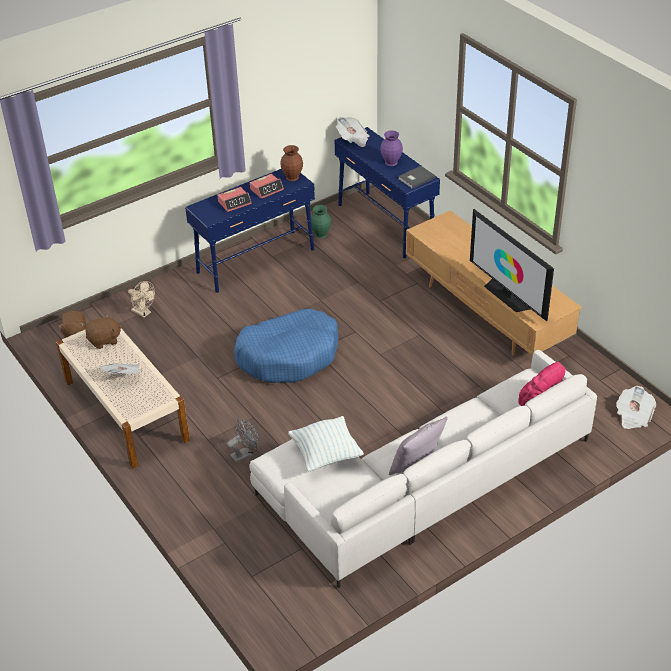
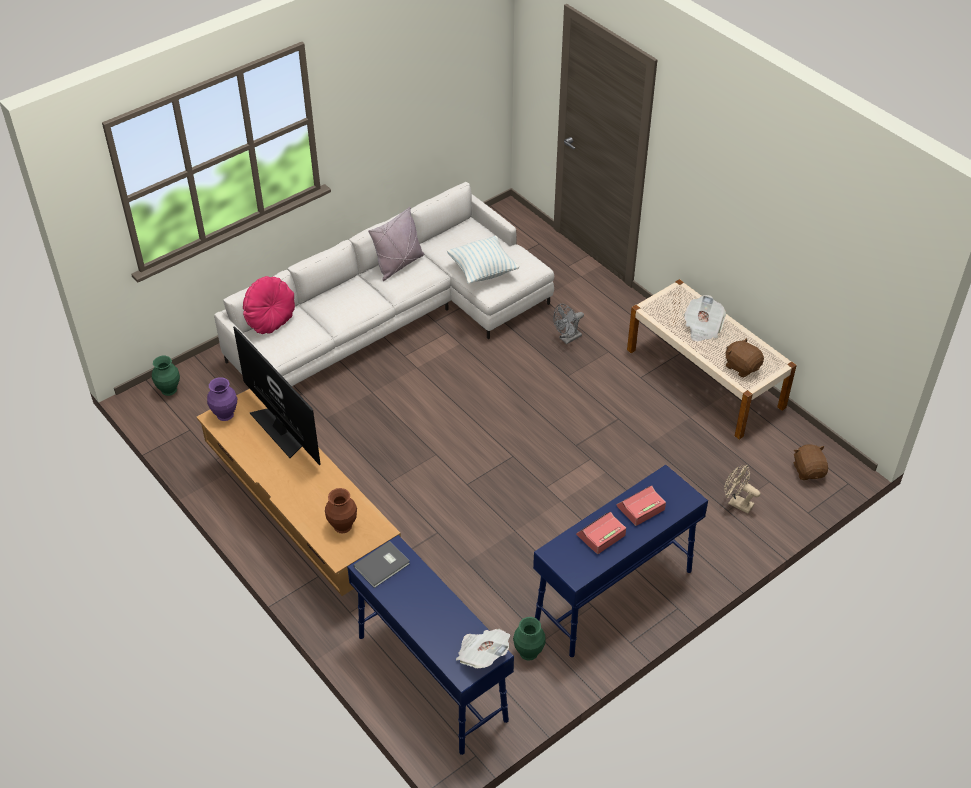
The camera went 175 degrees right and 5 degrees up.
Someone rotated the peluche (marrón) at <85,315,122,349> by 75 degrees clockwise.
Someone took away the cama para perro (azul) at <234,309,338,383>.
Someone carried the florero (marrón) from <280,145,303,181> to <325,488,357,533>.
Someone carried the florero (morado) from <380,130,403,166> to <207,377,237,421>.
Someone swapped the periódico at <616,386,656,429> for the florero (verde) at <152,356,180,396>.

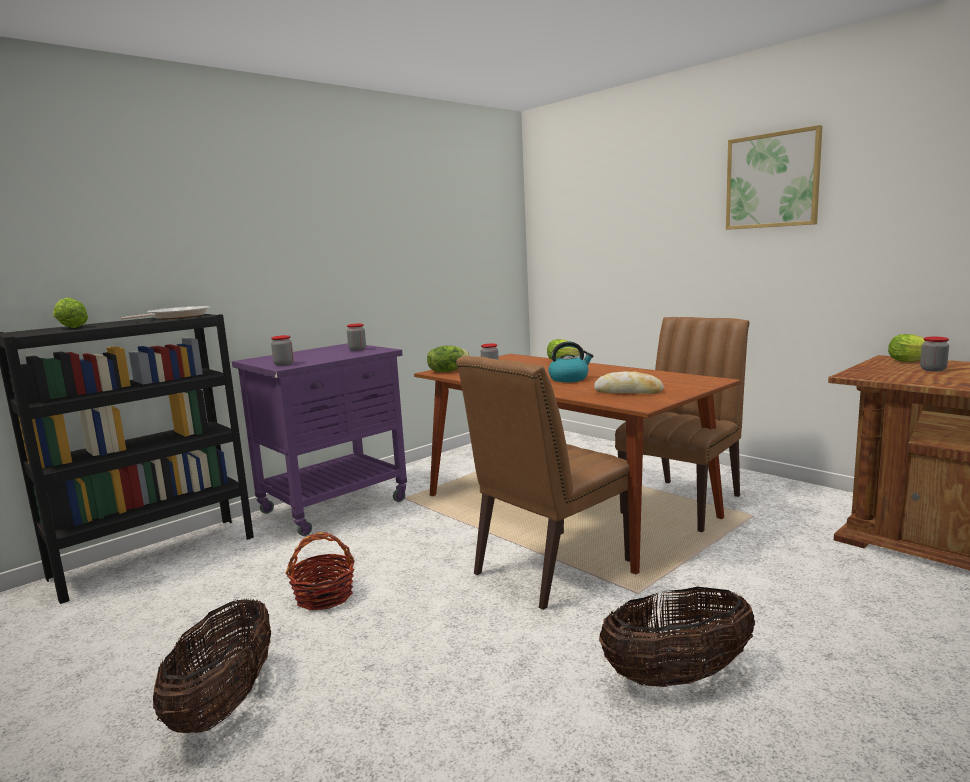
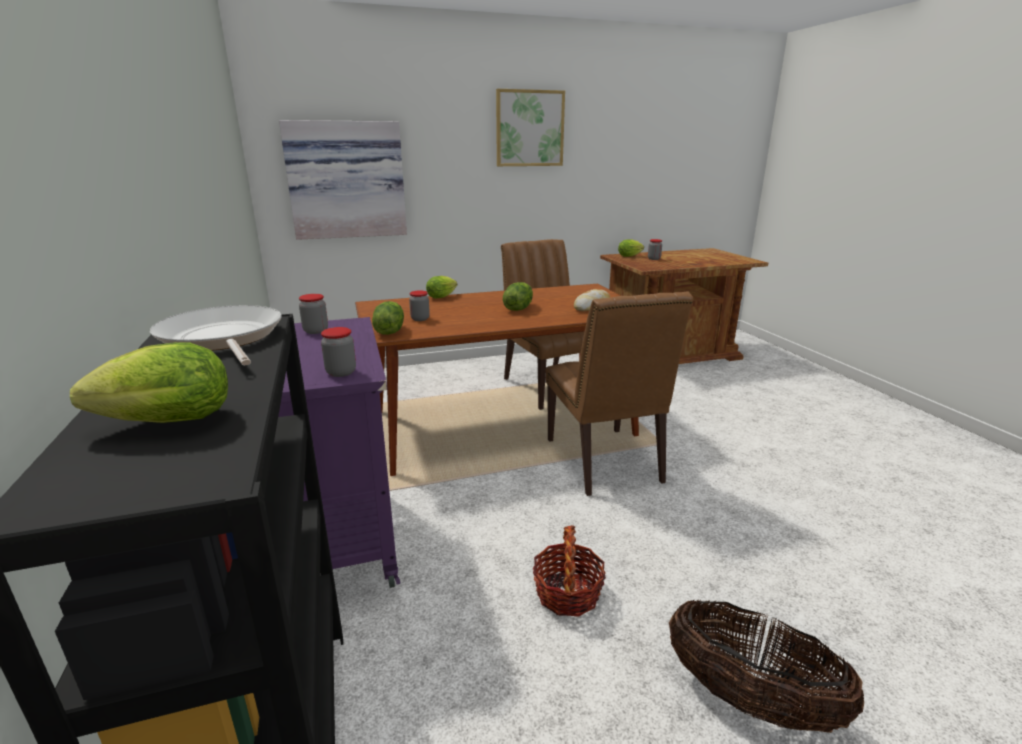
The camera went 65 degrees left and 10 degrees up.
Someone swapped the hervidor at <548,341,594,382> for the lechuga at <503,282,533,311>.
Someone took away the cesta at <599,587,755,687>.
Someone put up the cuadro at <279,120,407,240>.

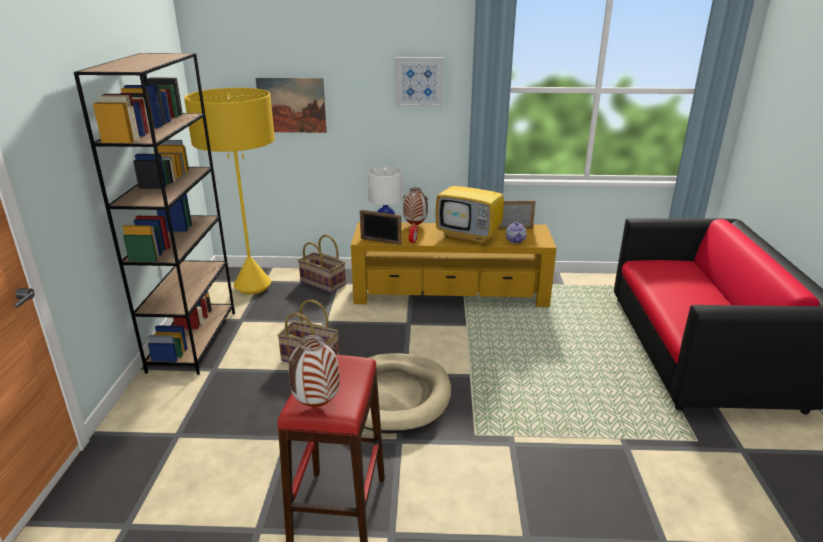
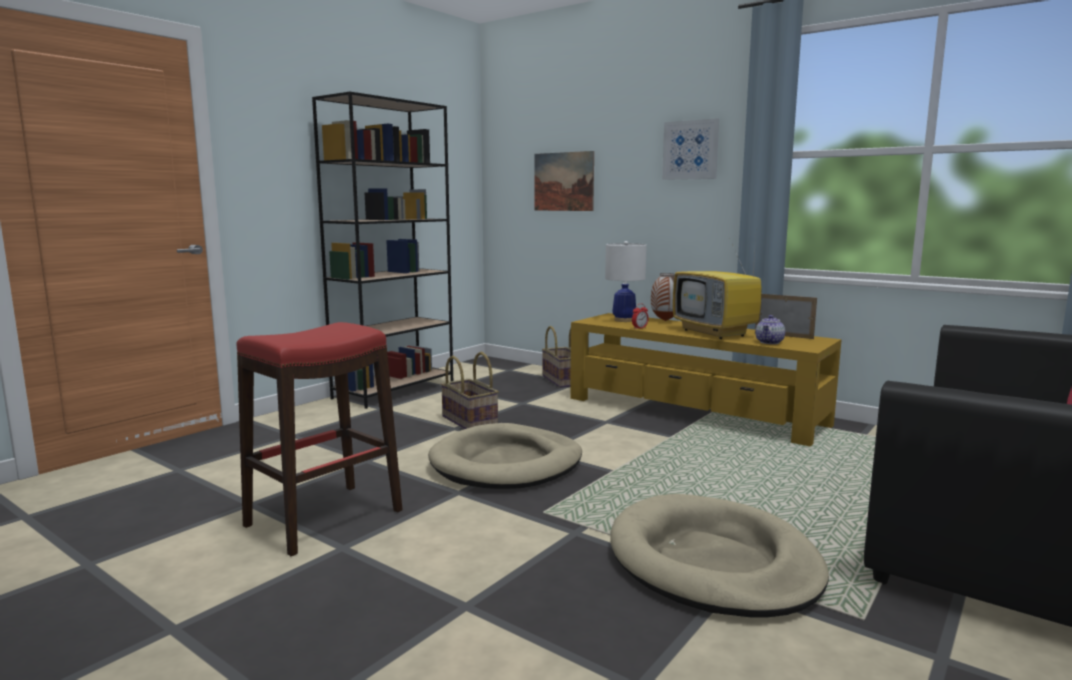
The camera went 35 degrees right and 15 degrees down.
Someone took away the lámpara de pie (amarillo) at <184,88,275,295>.
Someone took away the florero at <289,335,340,407>.
Someone took away the portarretratos at <360,210,401,245>.
Someone put down the cama para perro (beis) at <610,494,829,617>.

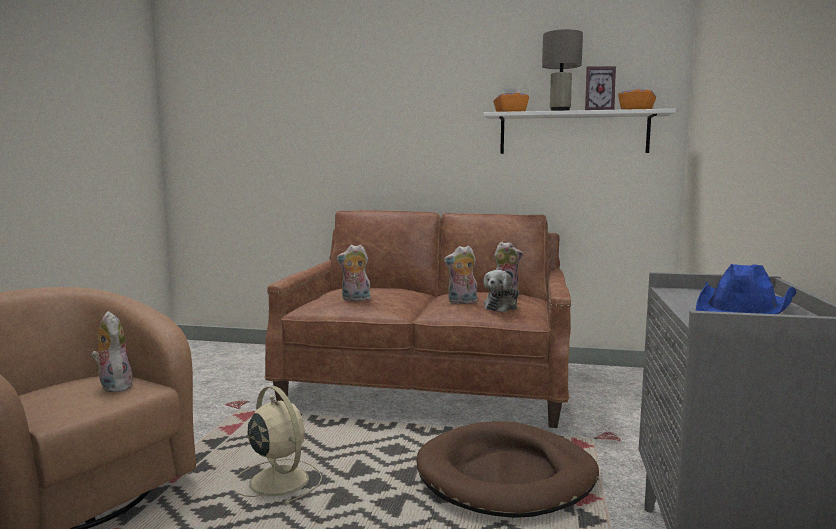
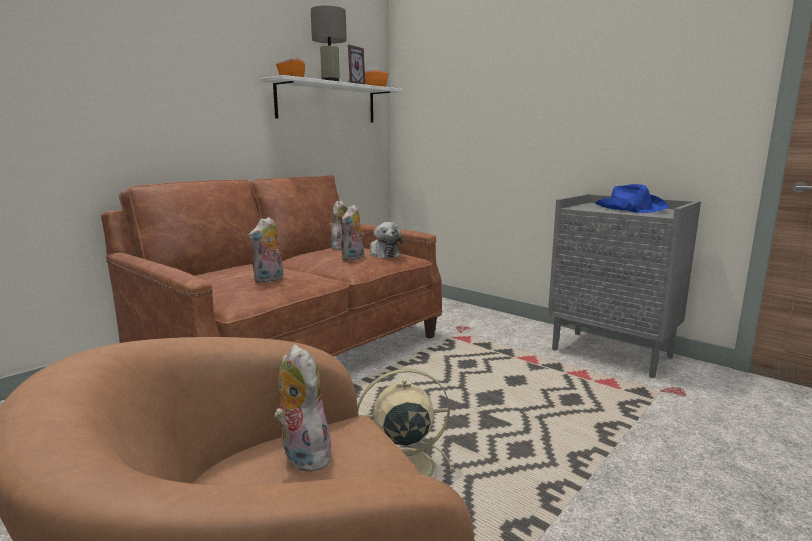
The camera went 60 degrees left and 5 degrees up.
Someone rotated the peluche at <91,311,133,393> by 60 degrees clockwise.
Someone took away the cama para perro (marrón) at <416,421,599,518>.

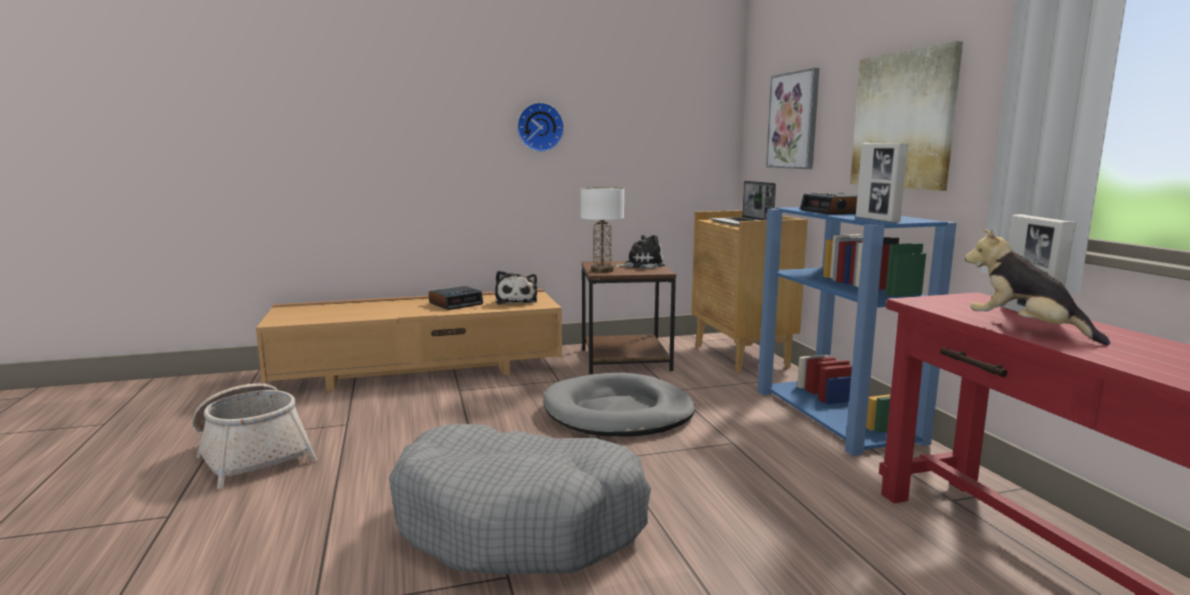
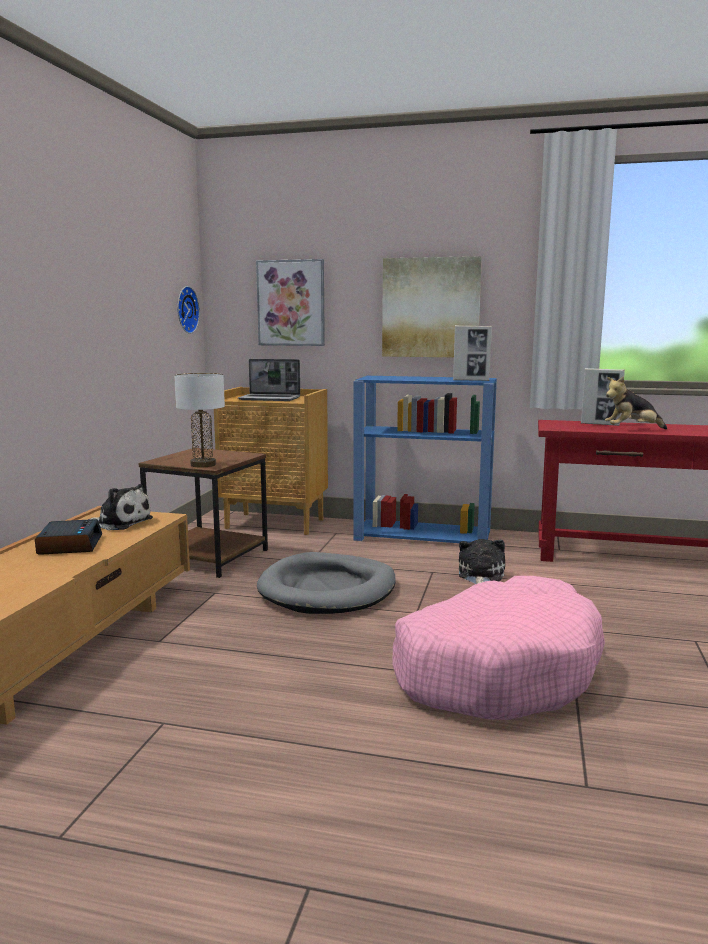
The camera went 60 degrees left and 0 degrees up.
Someone took away the cesta at <192,383,318,489>.
Someone repainted the cama para perro (gris) at <389,424,651,574>, which became the cama para perro (rosa) at <392,576,605,720>.
Someone carried the reloj de pared from <517,102,564,152> to <177,286,200,334>.
Someone carried the peluche from <615,235,665,268> to <459,539,505,584>.
Someone took away the despertador at <800,193,857,214>.

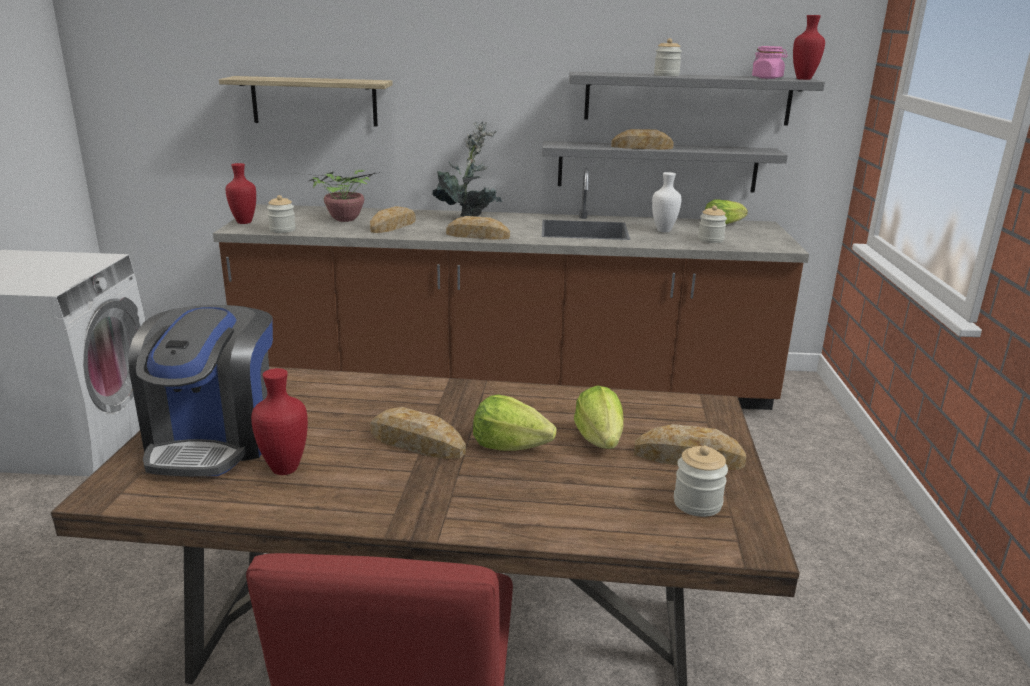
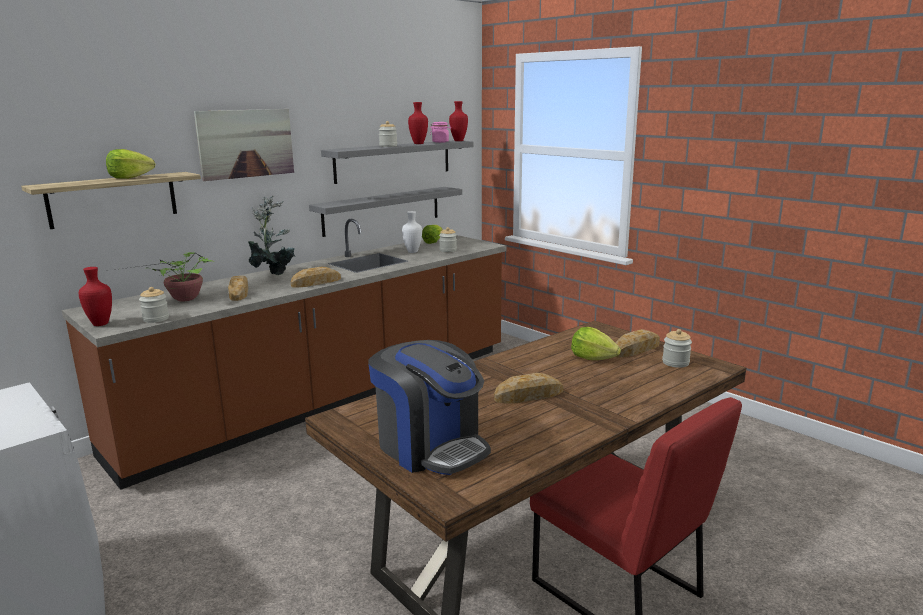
The camera went 45 degrees left and 5 degrees down.
Someone carried the florero (rojo) from <251,368,308,475> to <408,102,428,144>.
Someone carried the lechuga from <473,395,557,451> to <106,149,155,179>.
Someone took away the pan at <611,129,674,149>.
Someone put up the cuadro at <194,109,294,181>.

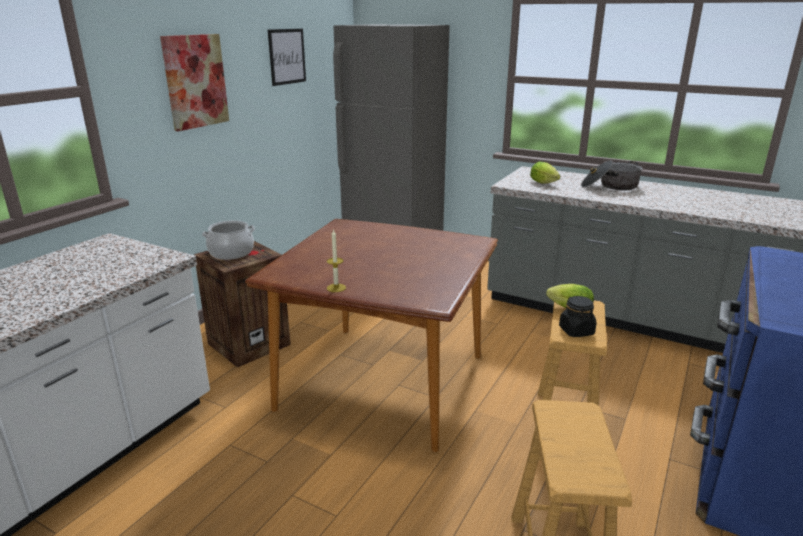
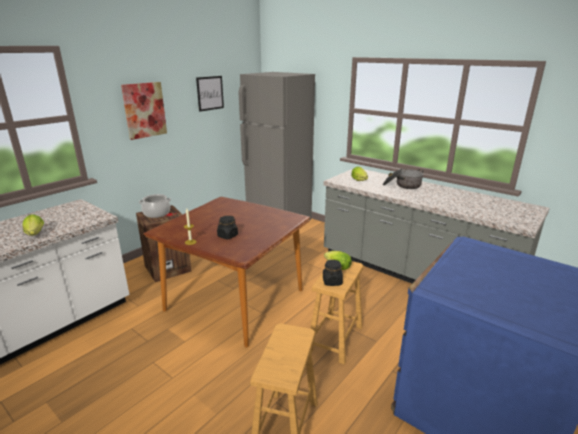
The camera went 10 degrees right and 0 degrees up.
Someone put down the lechuga at <22,215,44,236>.
Someone put down the tarro (negro) at <217,216,238,239>.

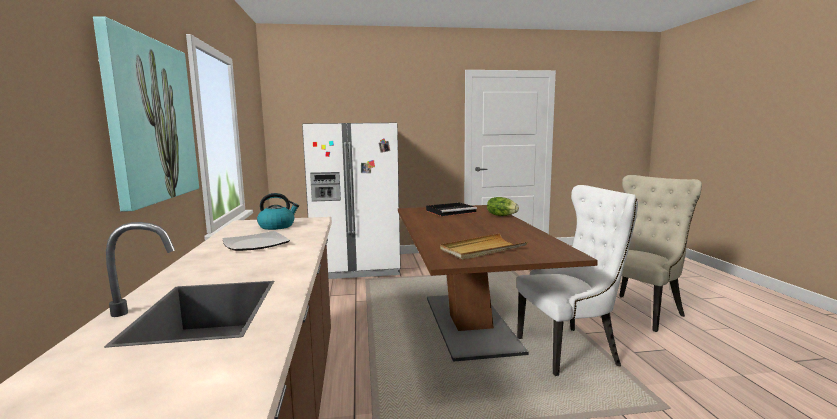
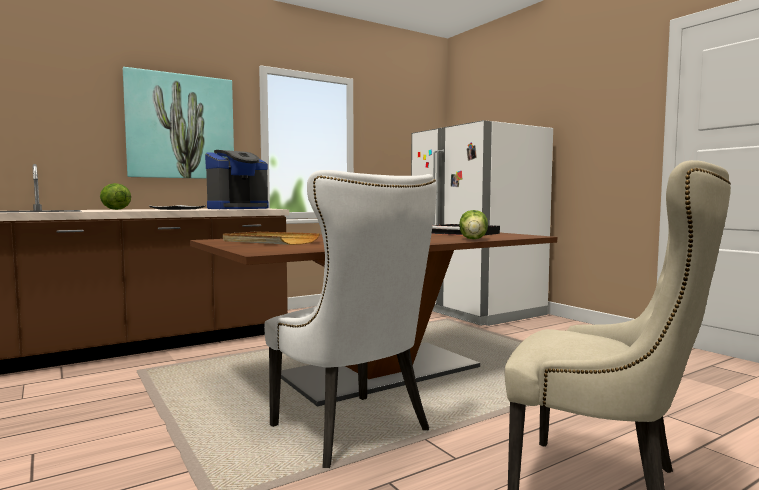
The camera went 65 degrees right and 5 degrees down.
Someone swapped the hervidor at <257,193,299,230> for the cafetera at <205,150,268,209>.
Someone put down the lechuga at <100,183,131,210>.

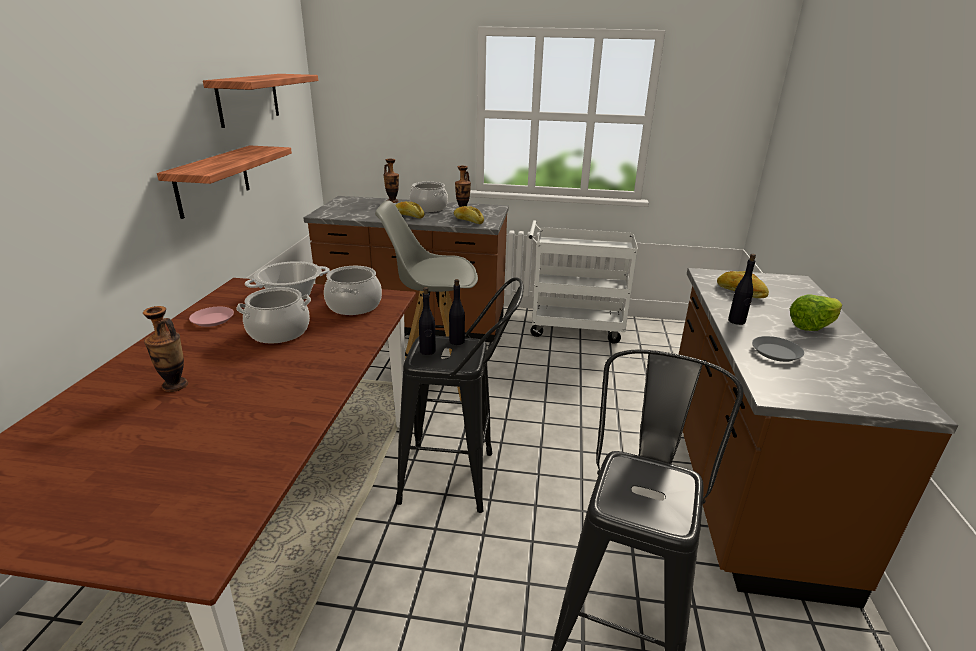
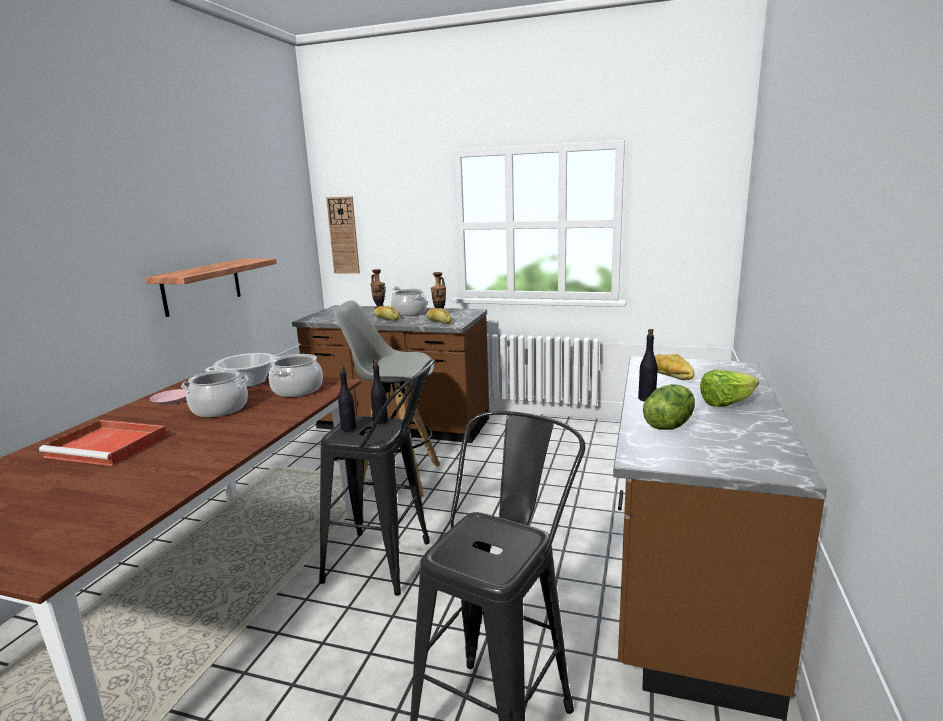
The camera went 10 degrees right and 10 degrees down.
Someone swapped the florero at <143,306,188,392> for the bandeja (rojo) at <39,420,167,466>.
Someone took away the estante at <203,74,318,128>.
Someone took away the carrito (blanco) at <529,220,638,344>.
Someone swapped the plato (gris) at <752,336,804,362> for the lechuga at <643,384,695,430>.
Someone put up the reloj de pared at <326,196,360,274>.

